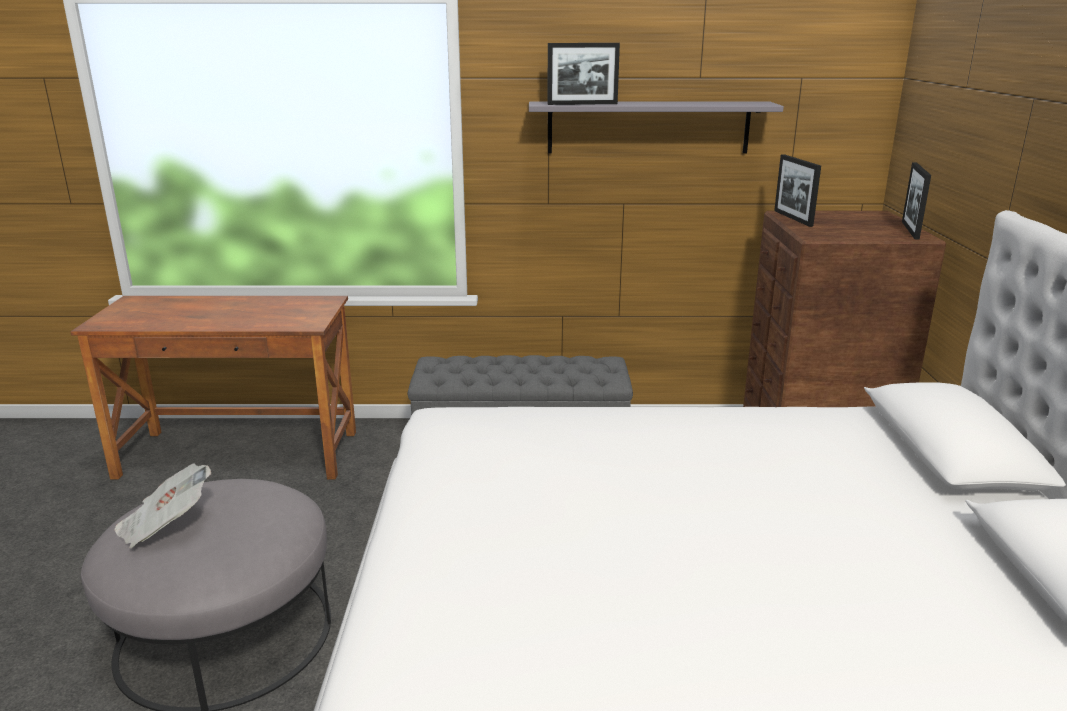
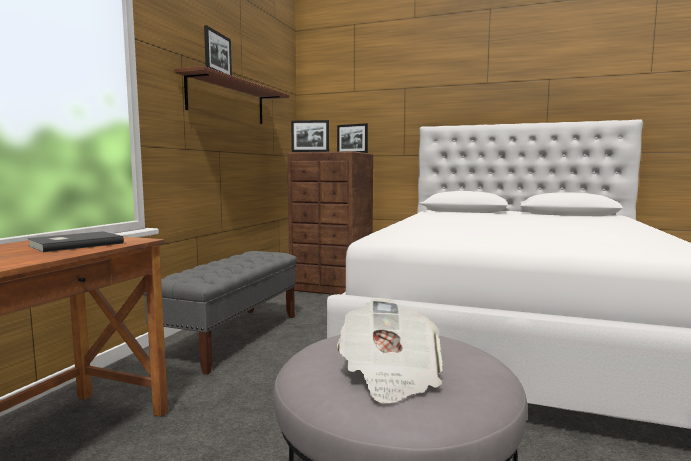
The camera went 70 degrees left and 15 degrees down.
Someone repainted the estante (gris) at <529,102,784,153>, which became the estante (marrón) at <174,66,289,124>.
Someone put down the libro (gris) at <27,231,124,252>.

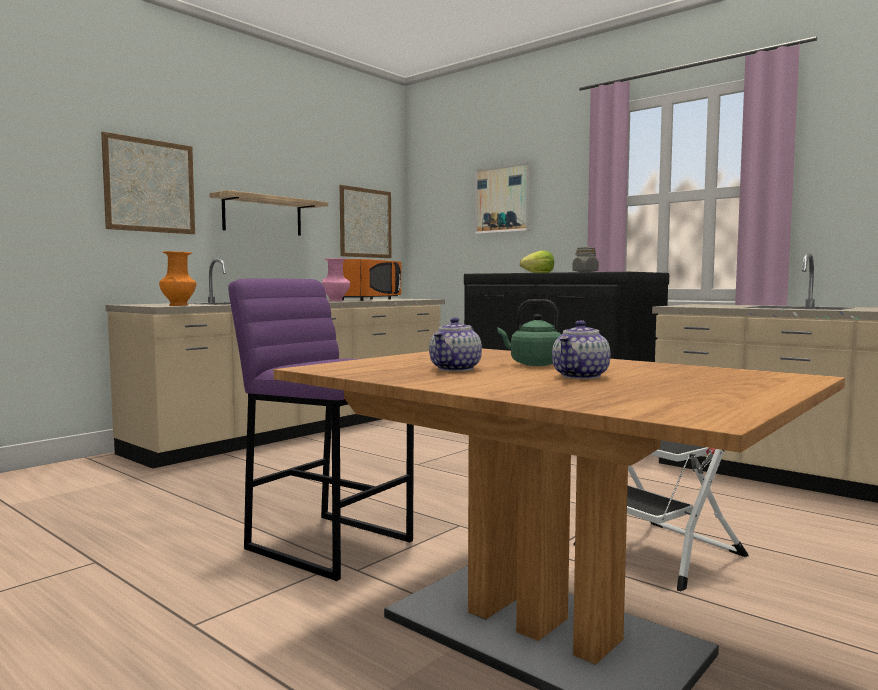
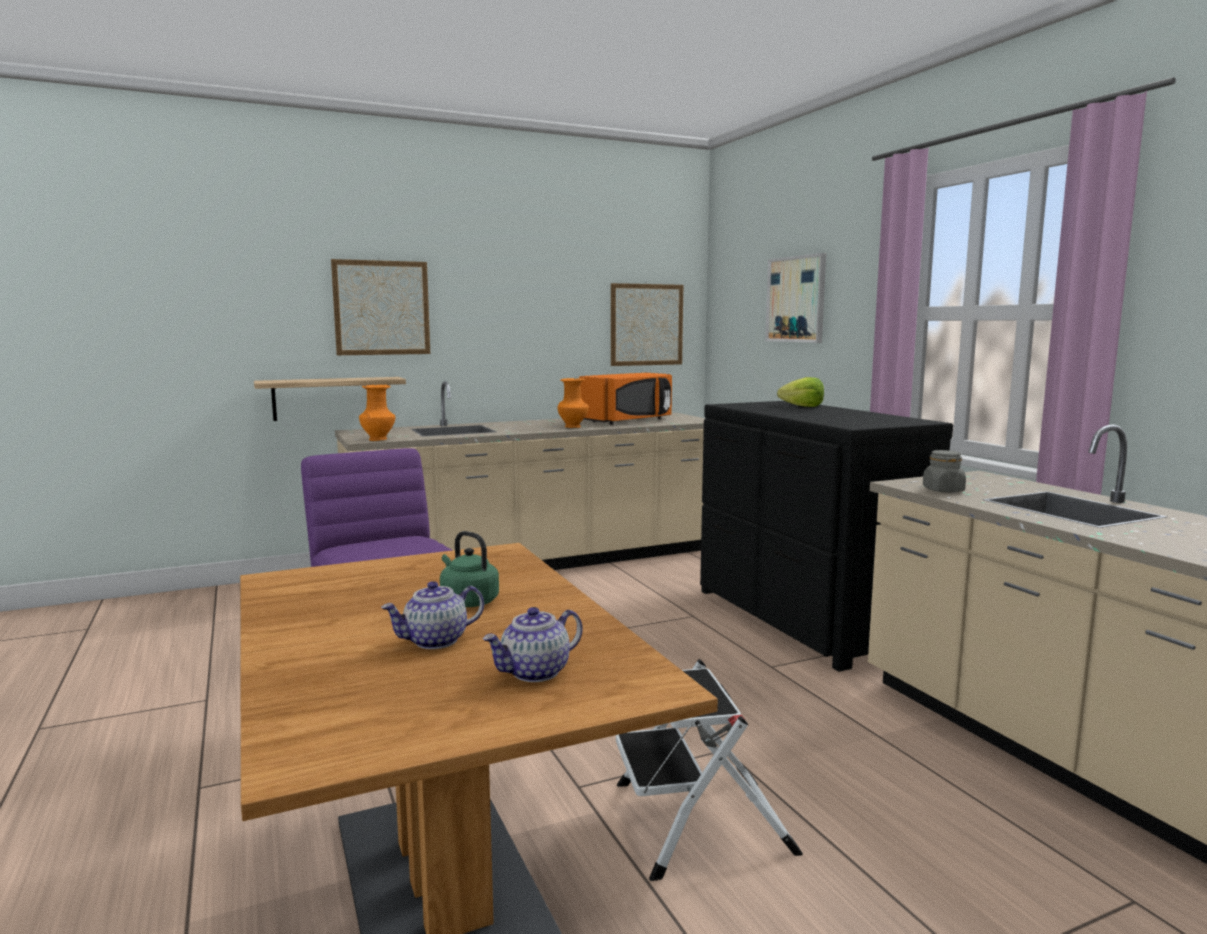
The camera went 25 degrees right and 5 degrees up.
Someone carried the estante from <209,190,328,236> to <254,377,406,421>.
Someone repainted the florero (rosa) at <322,258,350,301>, which became the florero (naranja) at <558,378,589,428>.
Someone carried the tetera from <429,317,482,371> to <482,607,583,682>.
Someone carried the tarro (gris) from <572,247,599,272> to <923,450,966,493>.

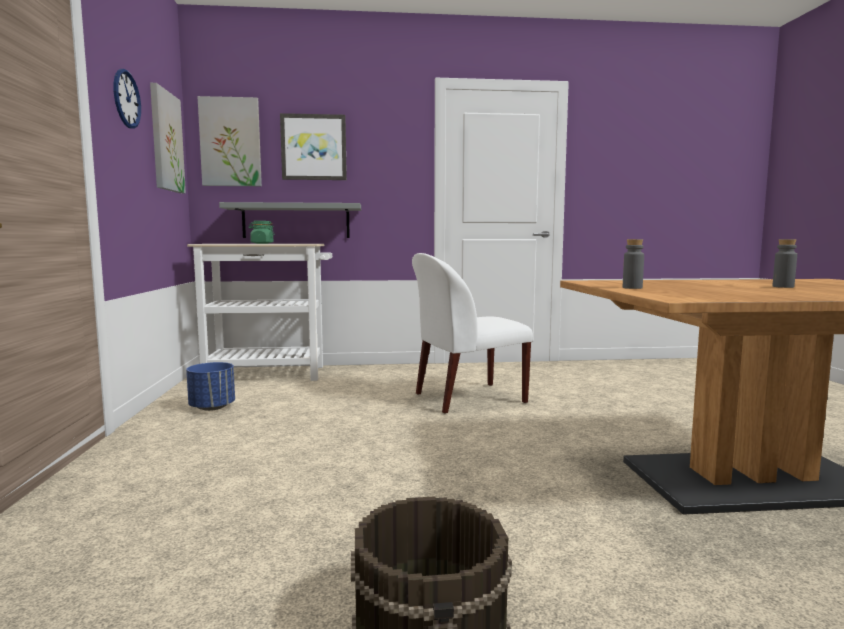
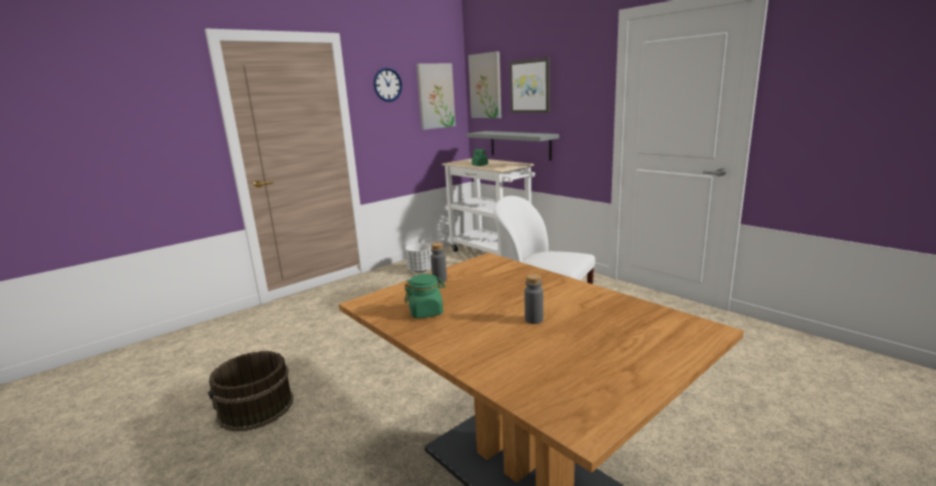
The camera went 55 degrees right and 10 degrees up.
Someone repainted the maceta (azul) at <186,362,235,411>, which became the maceta (blanco) at <405,243,433,273>.
Someone put down the tarro (verde) at <404,274,445,318>.

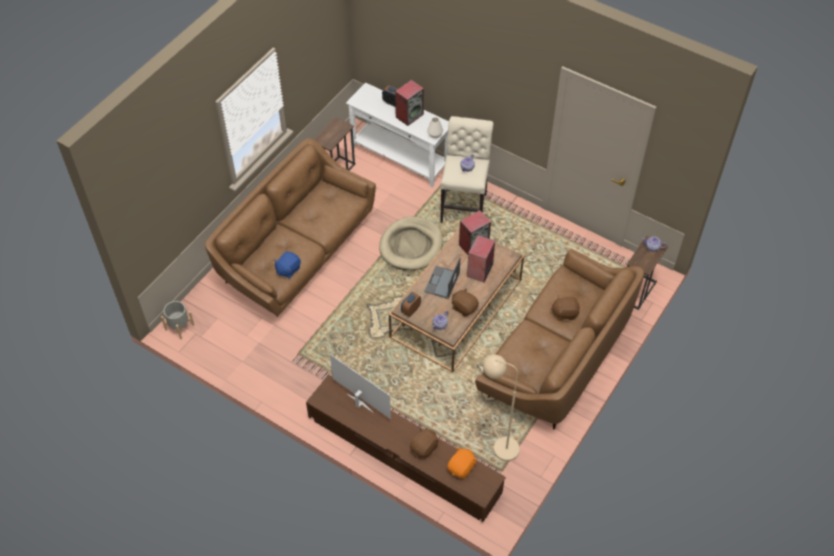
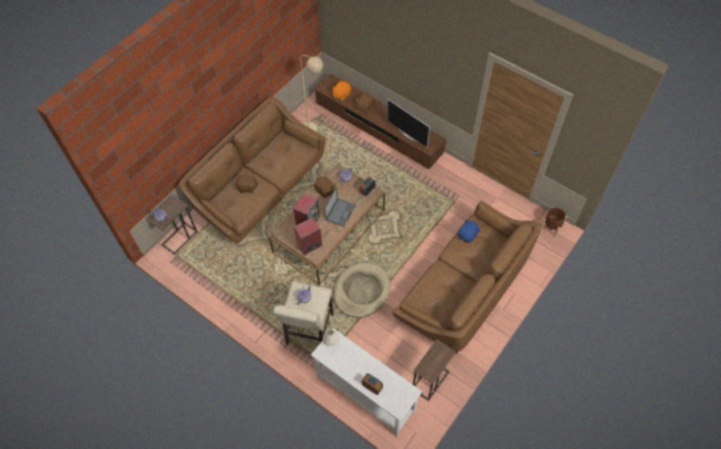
The camera went 175 degrees left and 5 degrees up.
Someone repainted the maceta (gris) at <161,301,195,339>, which became the maceta (marrón) at <541,207,567,238>.
Someone took away the altavoz at <395,80,424,126>.

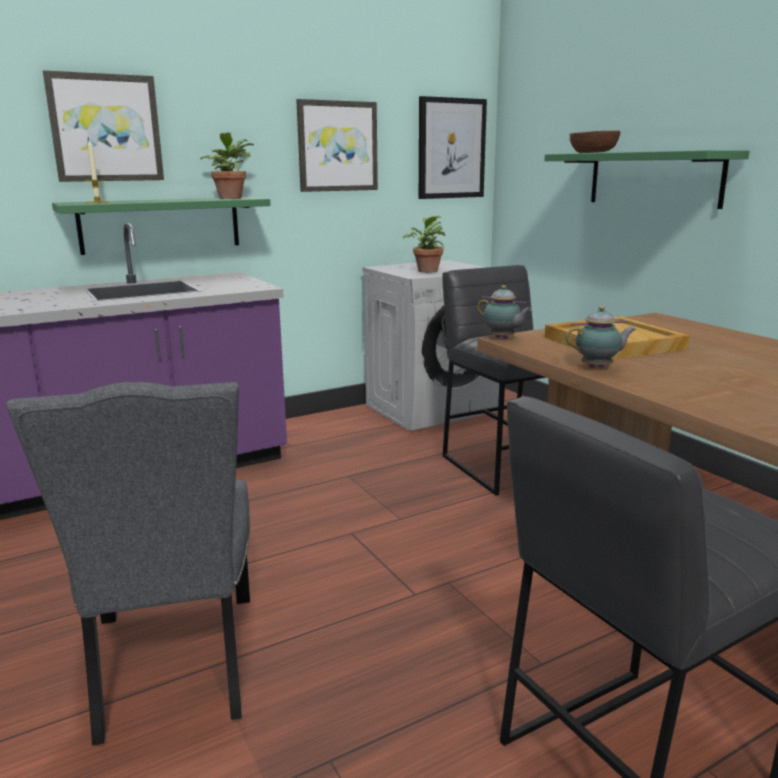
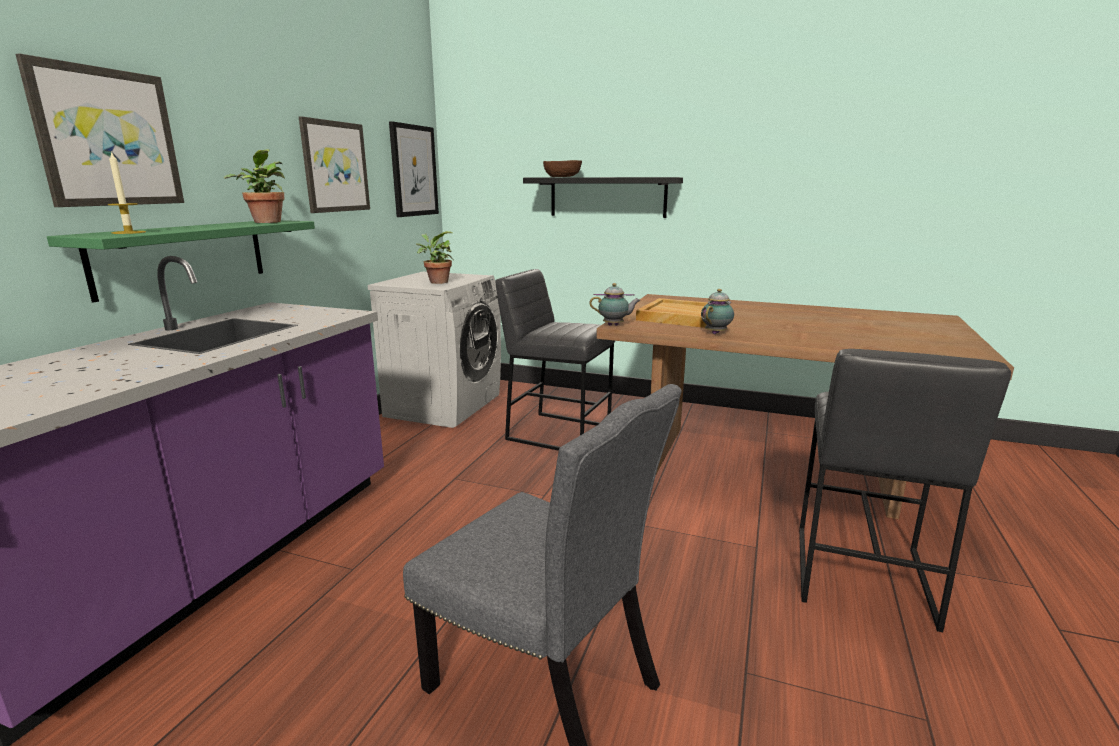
The camera went 40 degrees left and 0 degrees up.
Someone repainted the estante (verde) at <545,150,750,209>, which became the estante (negro) at <523,177,683,218>.

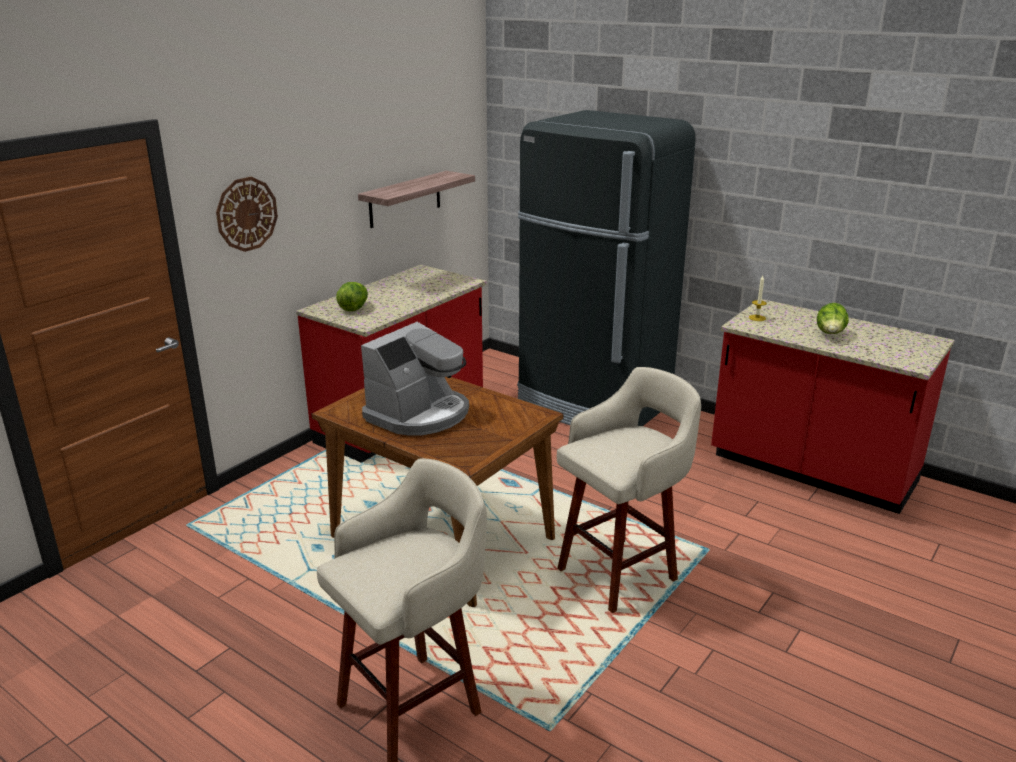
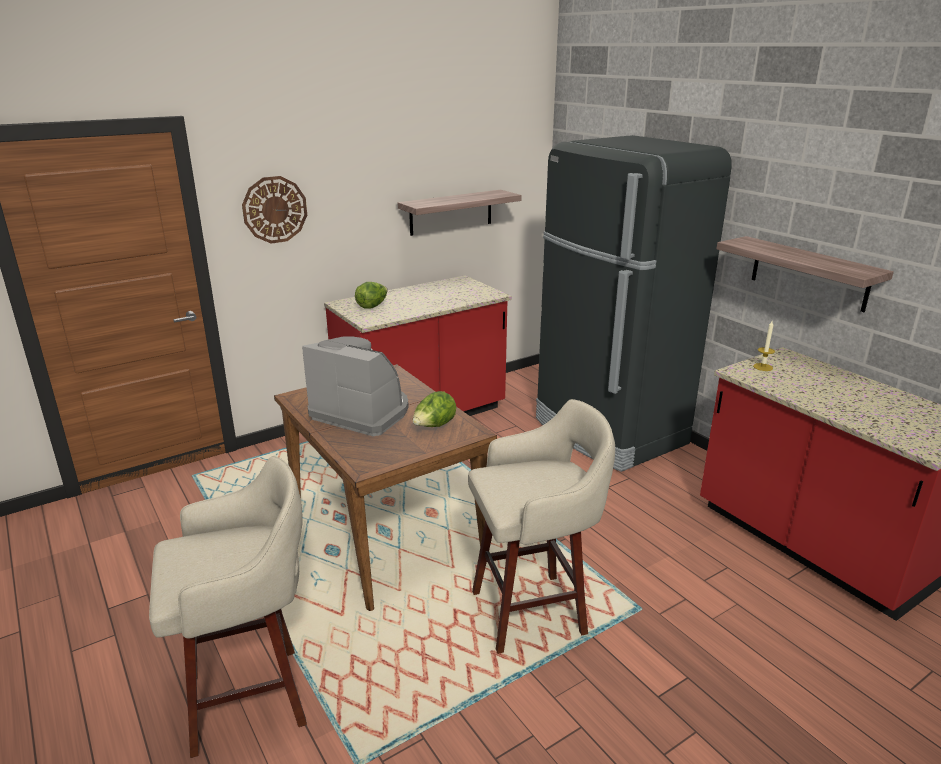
The camera went 20 degrees right and 0 degrees up.
Someone rotated the cafetera at <361,322,469,436> by 120 degrees counterclockwise.
Someone carried the lechuga from <817,303,849,334> to <413,391,456,427>.
Someone put up the estante at <716,236,894,312>.

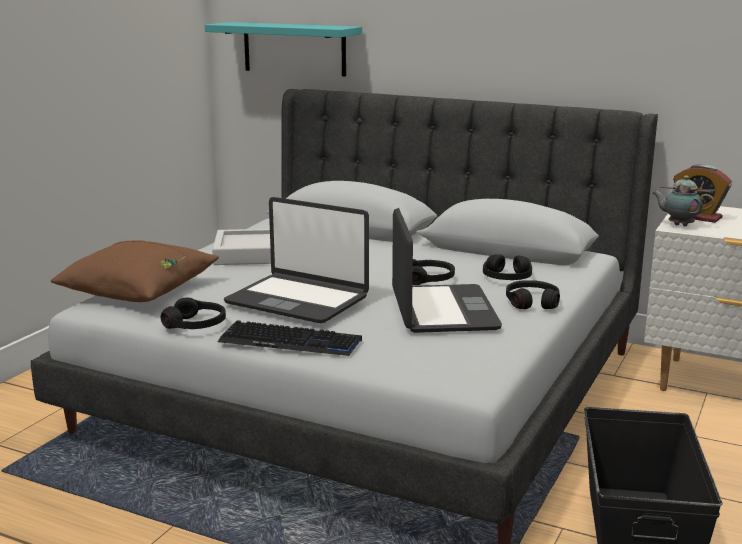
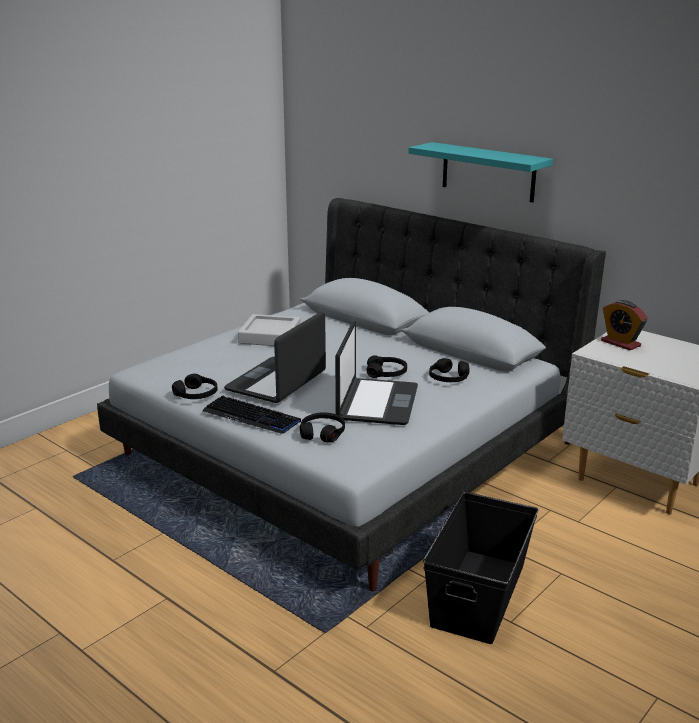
The camera went 15 degrees right and 5 degrees up.
Someone took away the cojín (marrón) at <51,240,219,302>.
Someone carried the estante (turquesa) from <205,22,362,77> to <408,142,553,203>.
Someone rotated the portátil at <224,197,369,323> by 75 degrees clockwise.
Someone carried the auriculares (negro) from <506,280,560,309> to <300,412,345,443>.
Someone took away the tetera at <652,176,715,226>.

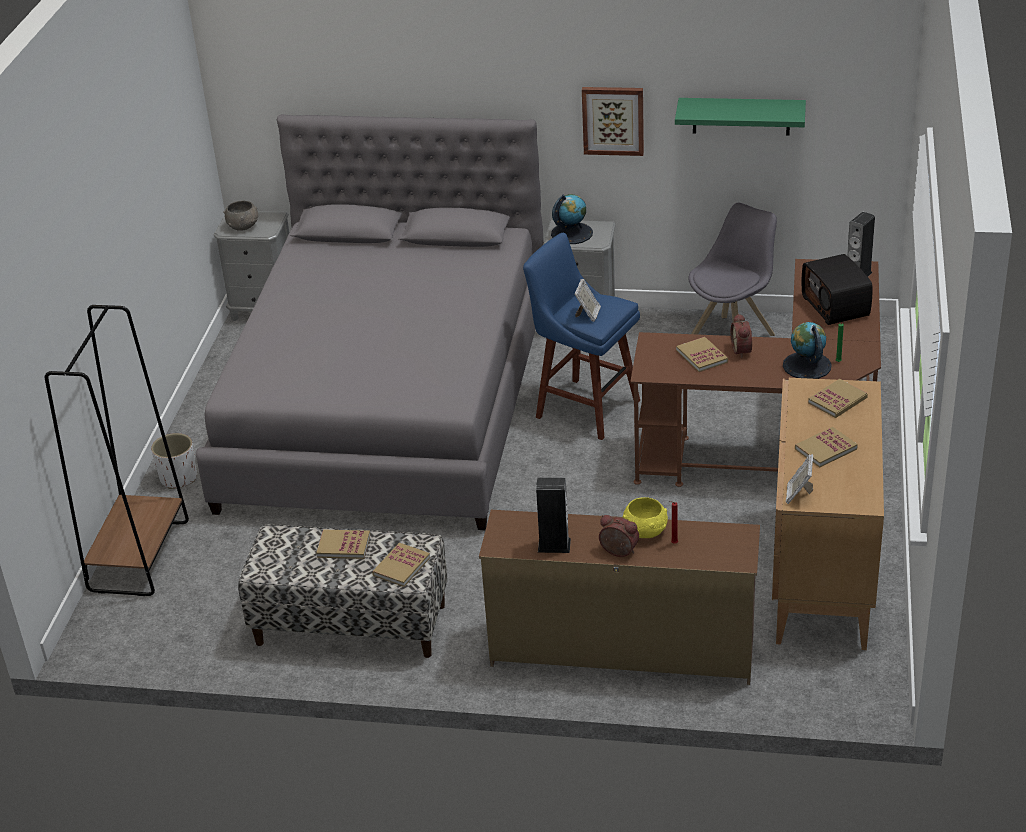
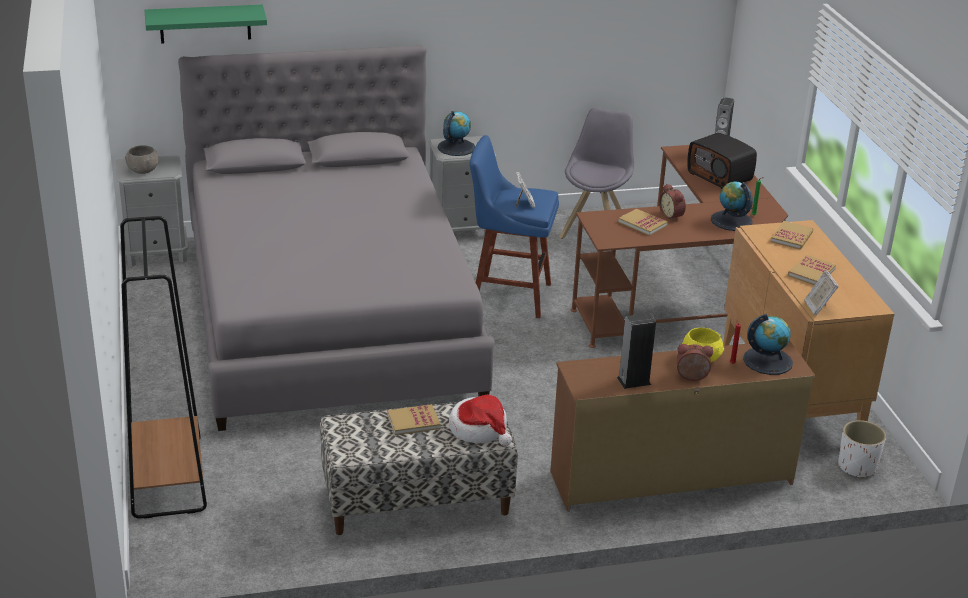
The camera went 25 degrees left and 5 degrees down.
Someone carried the maceta (blanco) from <151,433,197,489> to <838,420,886,479>.
Someone swapped the libro at <372,543,430,587> for the sombrero at <449,394,512,446>.
Someone took away the cuadro at <582,87,644,156>.
Someone carried the estante (verde) from <675,98,806,136> to <144,5,267,44>.
Someone put down the globo terráqueo at <743,314,793,375>.

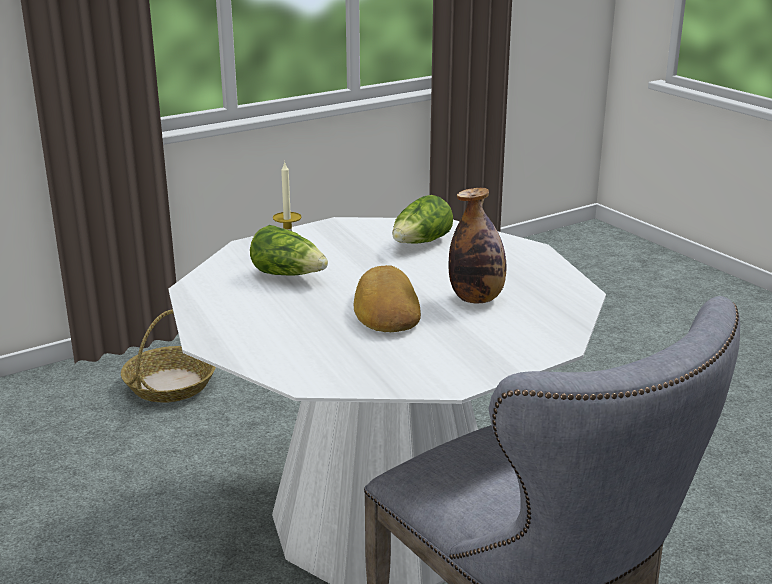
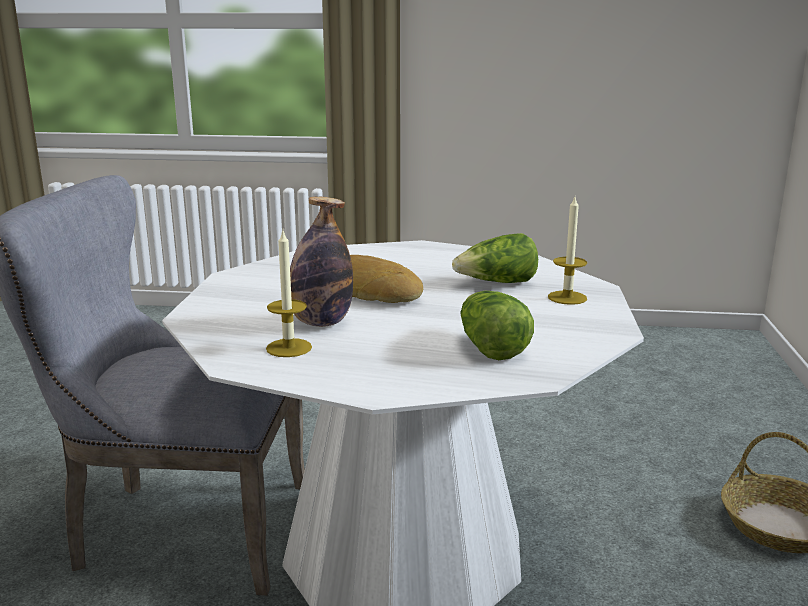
The camera went 130 degrees right and 5 degrees down.
Someone put down the vela at <266,231,312,357>.

